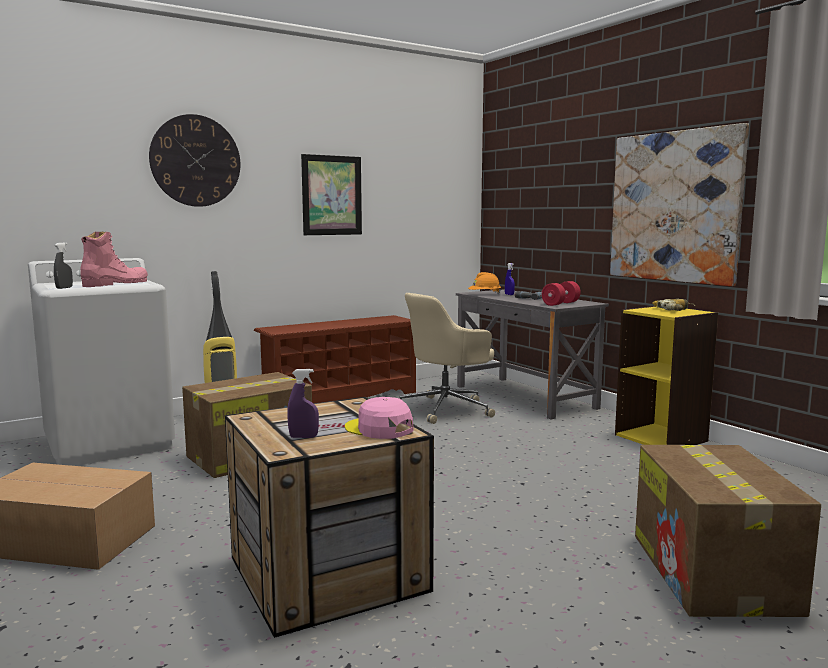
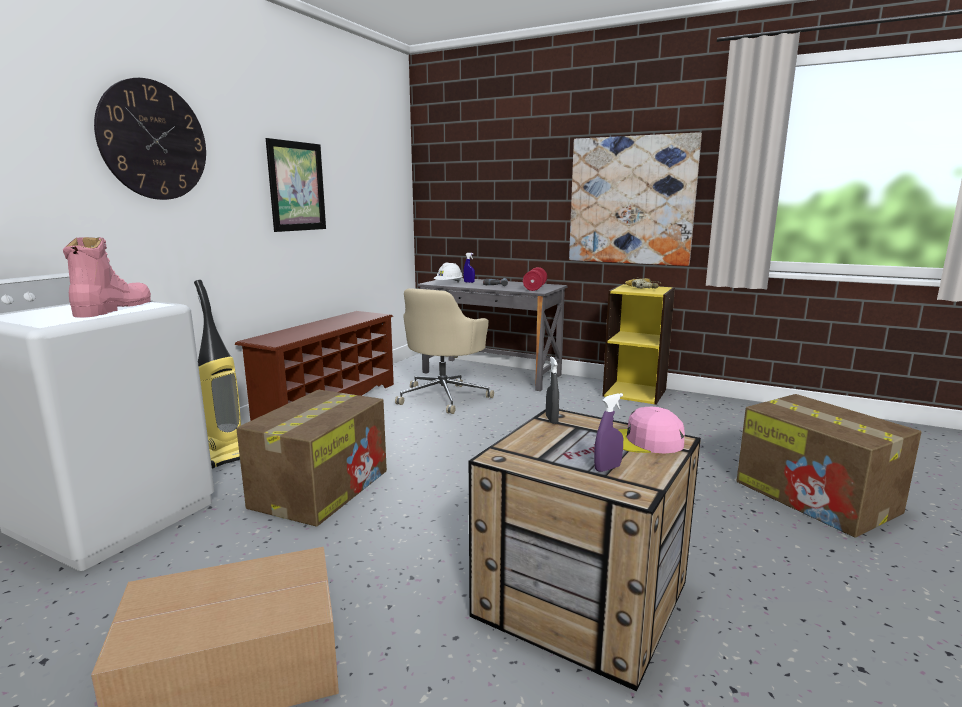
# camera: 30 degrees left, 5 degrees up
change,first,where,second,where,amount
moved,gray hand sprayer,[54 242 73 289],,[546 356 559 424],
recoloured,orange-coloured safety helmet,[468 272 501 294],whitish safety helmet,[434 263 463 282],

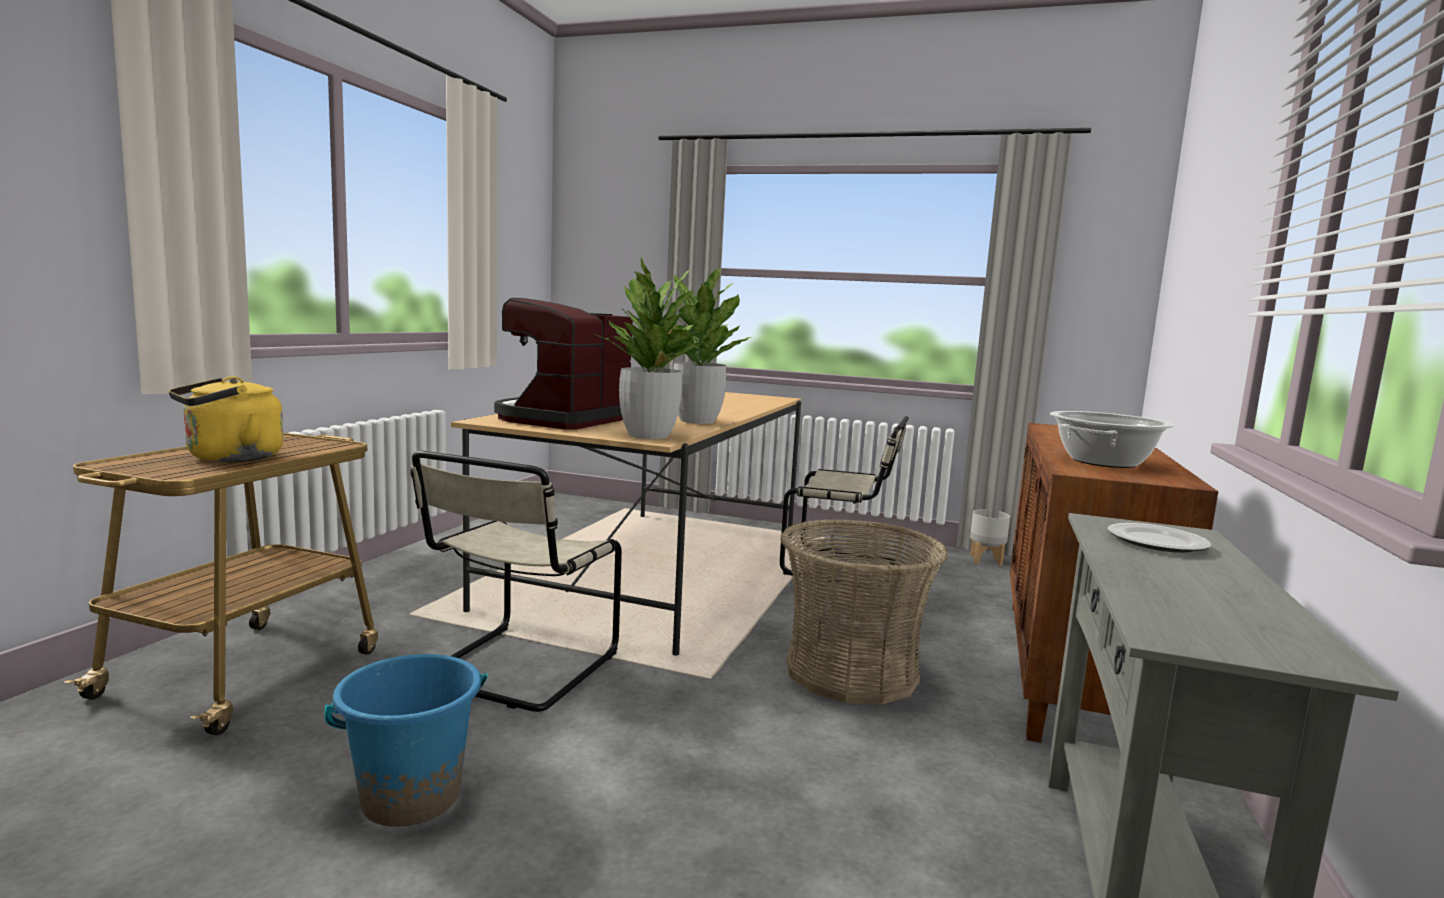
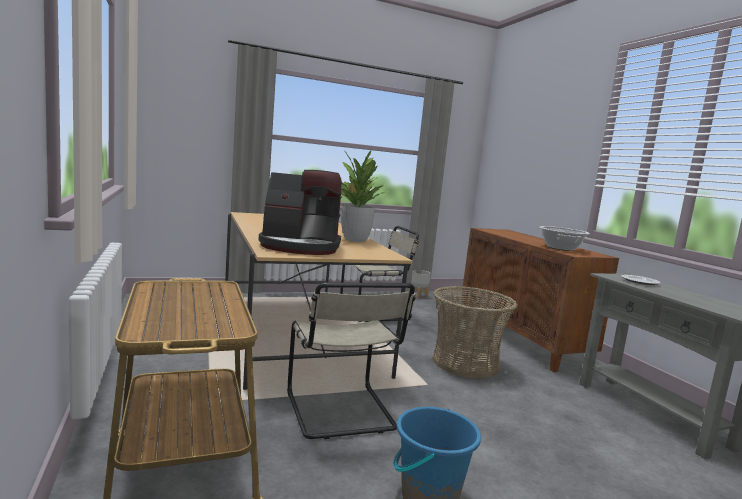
# camera: 40 degrees left, 0 degrees up
change,first,where,second,where,amount
removed,yellow tea kettle,[169 376 283 462],,,
turned,coffee brewer,[494 298 633 430],,[259 170 342 255],75 degrees counterclockwise
removed,plant in a pot,[594 257 710 439],,,

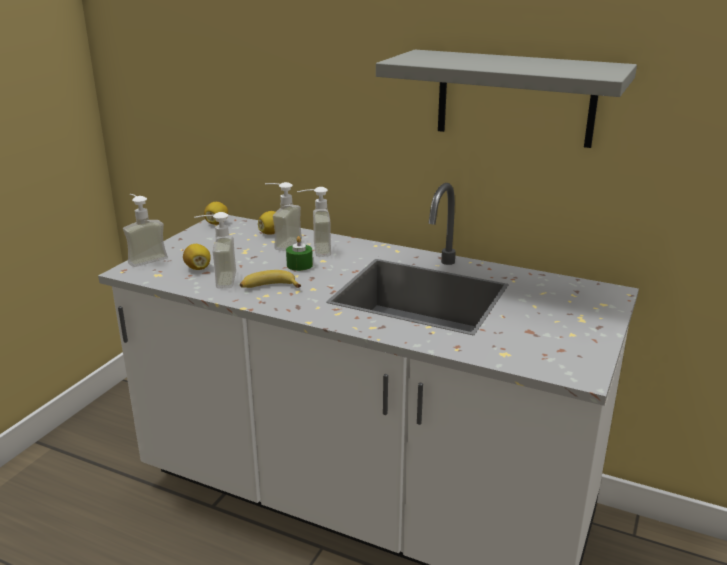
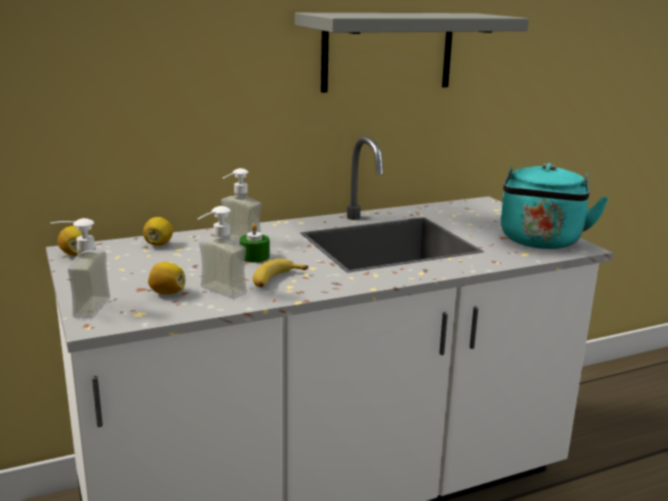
# camera: 50 degrees left, 5 degrees down
change,first,where,second,where,amount
removed,soap dispenser,[265 182 302 251],,,
added,,,turquoise-coloured tea kettle,[501 163 609 249],

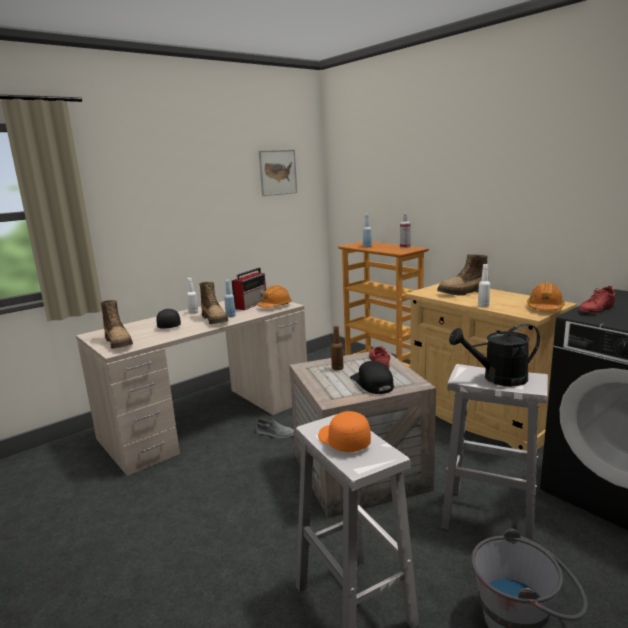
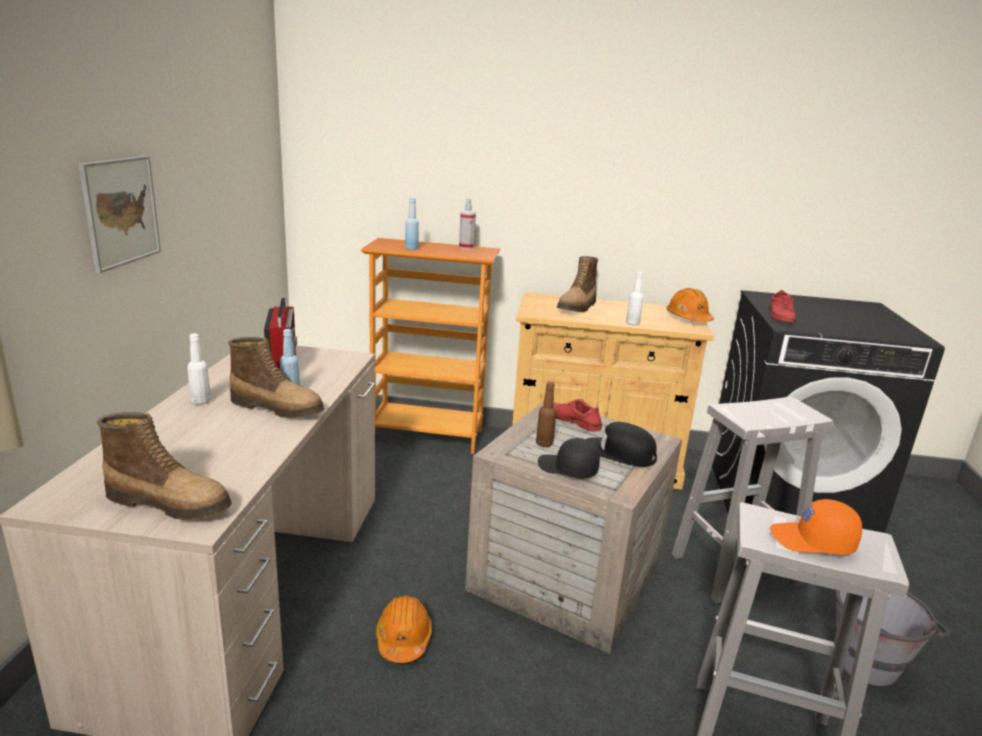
# camera: 45 degrees left, 5 degrees up
change,first,where,second,where,amount
moved,black-coloured baseball cap,[156 309 181 329],,[538 438 600 478],
removed,gray low shoe,[256 419 294 438],,,
moved,orange-coloured safety helmet,[258 285 292 308],,[376 595 432 663],
moved,wall art,[259 150 297 196],,[79 156 161 273],
removed,black-coloured watering can,[449 324 540 386],,,

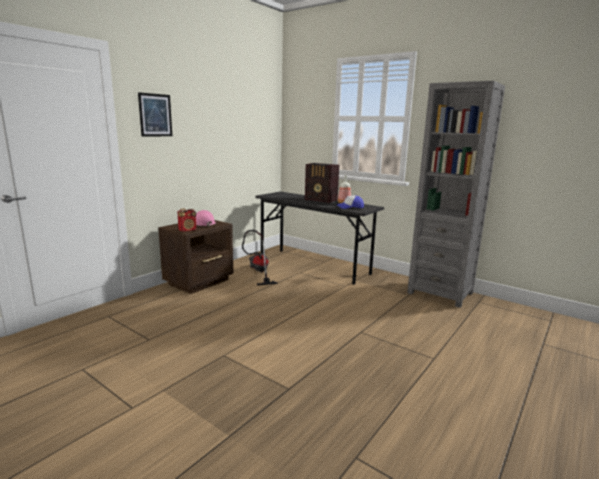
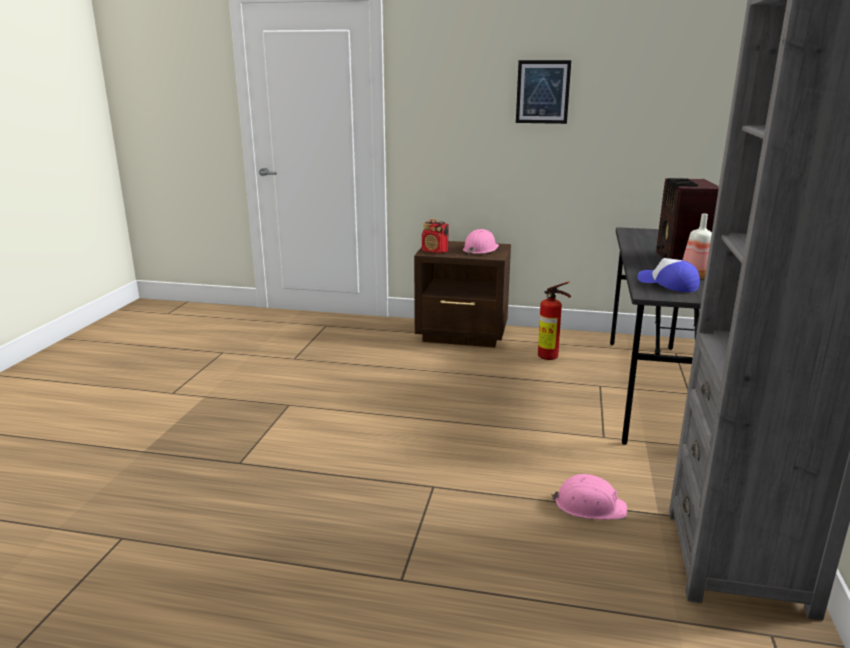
# camera: 65 degrees right, 5 degrees up
change,first,where,second,where,amount
moved,wall art,[138 92 172 136],,[516 60 571 124],
replaced,vacuum,[242 230 278 285],fire-fighting cylinder,[538 281 571 360],
added,,,pink safety helmet,[551 474 627 519],

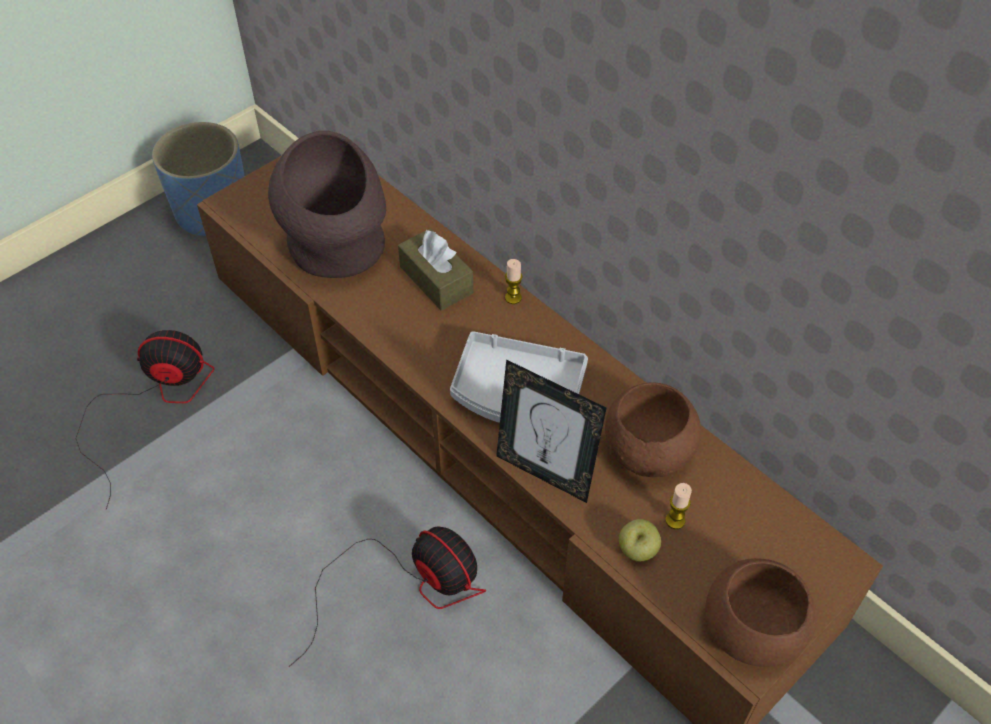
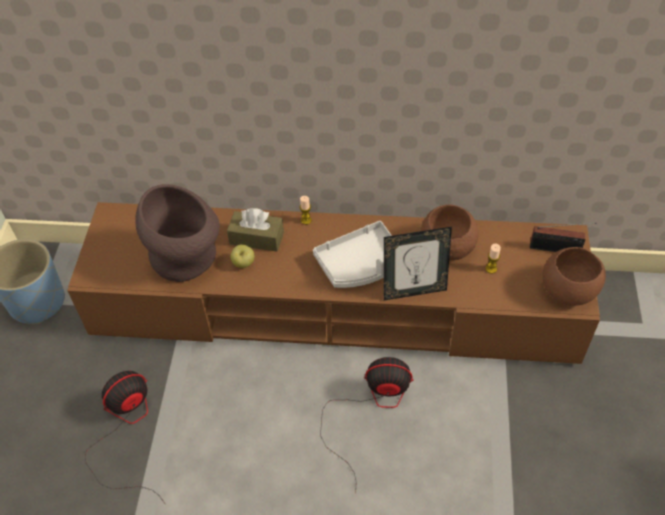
# camera: 40 degrees left, 0 degrees up
change,first,where,second,where,amount
moved,whole apple,[619 519 661 561],,[231 244 254 268],
added,,,radio receiver,[530 223 596 252],

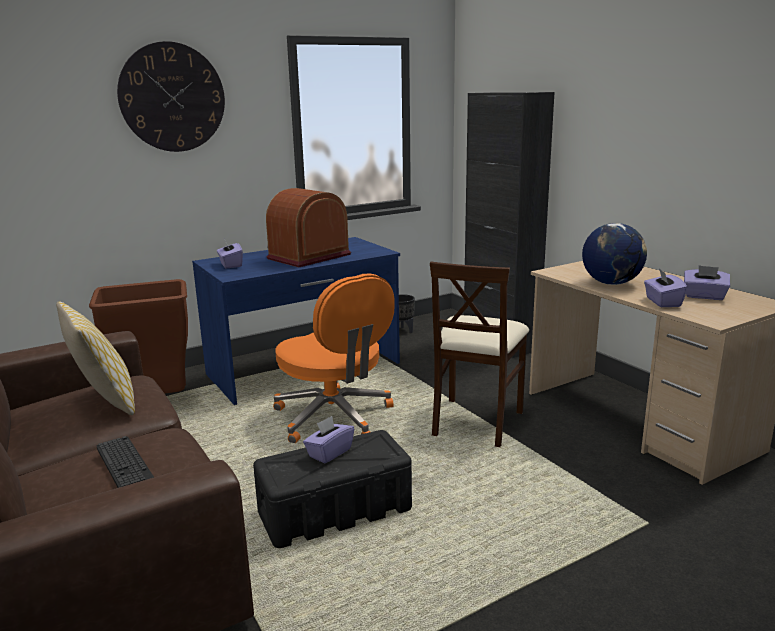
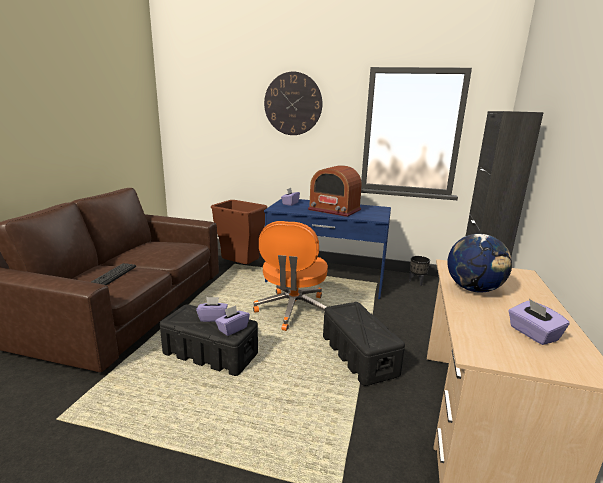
# camera: 45 degrees right, 0 degrees up
change,first,where,second,where,amount
removed,throw pillow,[56 301 135 415],,,
turned,radio receiver,[266 188 351 268],,[308 165 362 217],150 degrees counterclockwise
replaced,beige-coloured plain chair,[430 262 529 447],black-coloured storage container,[323 302 405 386],
moved,purple-coloured box of tissues,[644 269 688 307],,[215 306 250 336],

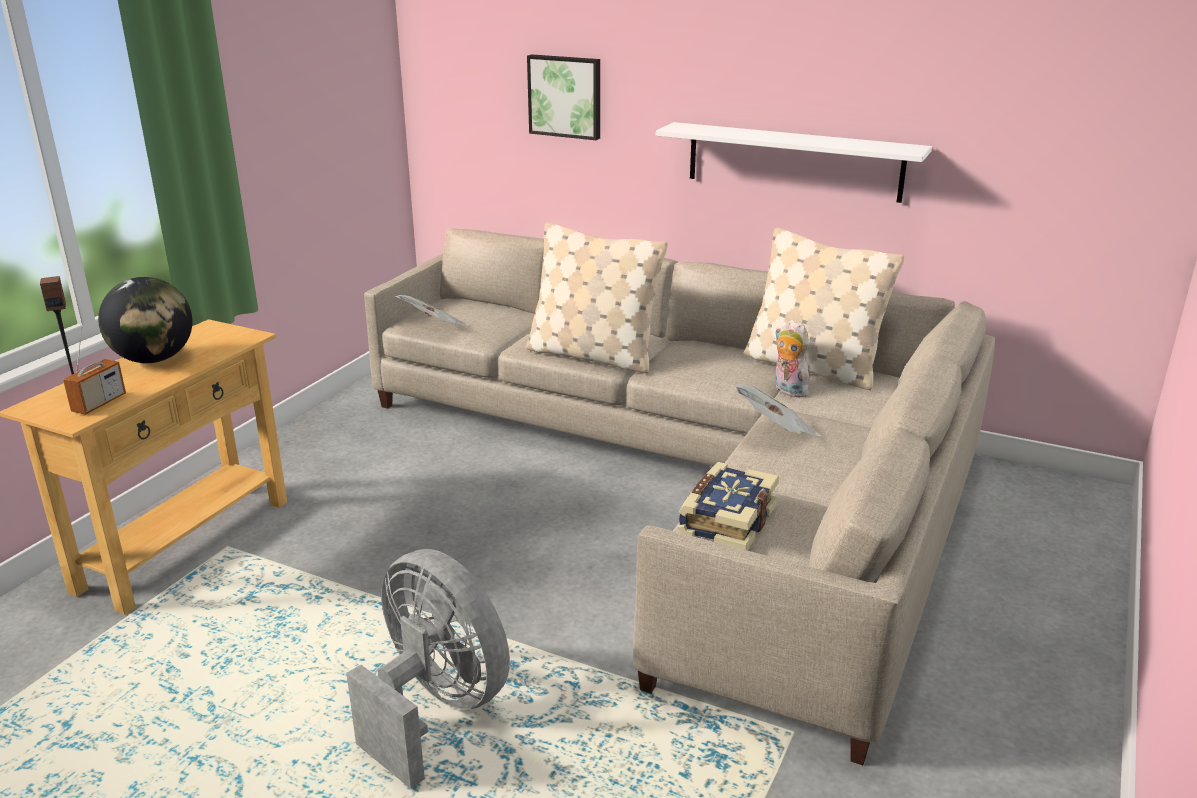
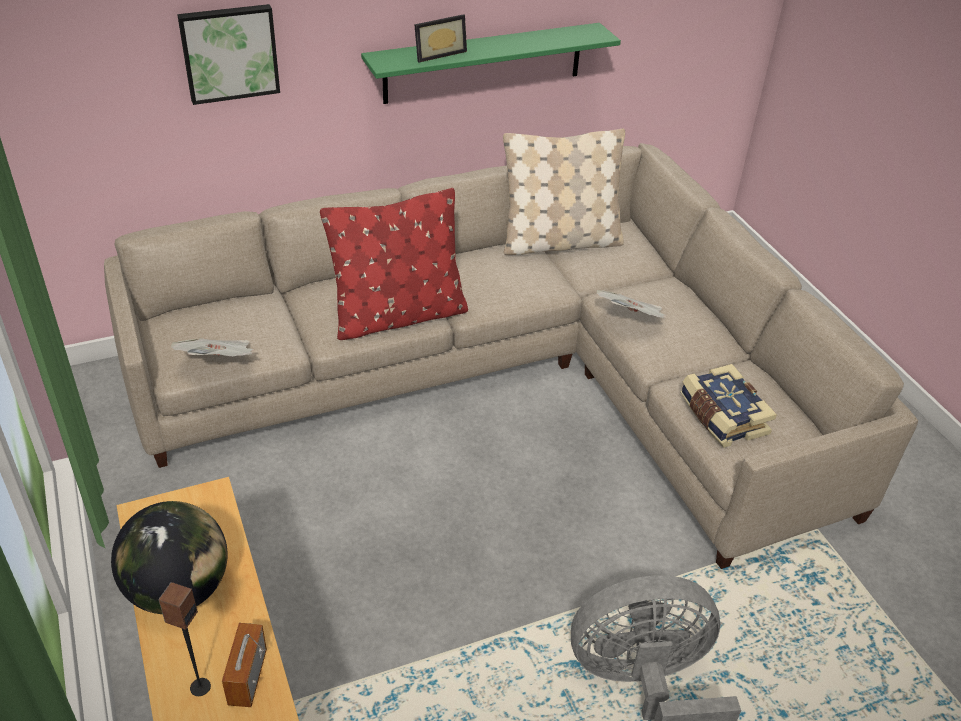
# camera: 50 degrees left, 15 degrees up
change,first,where,second,where,amount
turned,radio receiver,[63 327 126 415],,[222 623 267 707],150 degrees counterclockwise
recoloured,beige-coloured throw pillow,[526 222 668 373],red throw pillow,[320 188 468 340],
recoloured,whitish shelf,[656 122 932 203],green shelf,[361 23 621 104],
removed,soft toy,[775 320 809 398],,,
added,,,picture frame,[414 14 467 62],

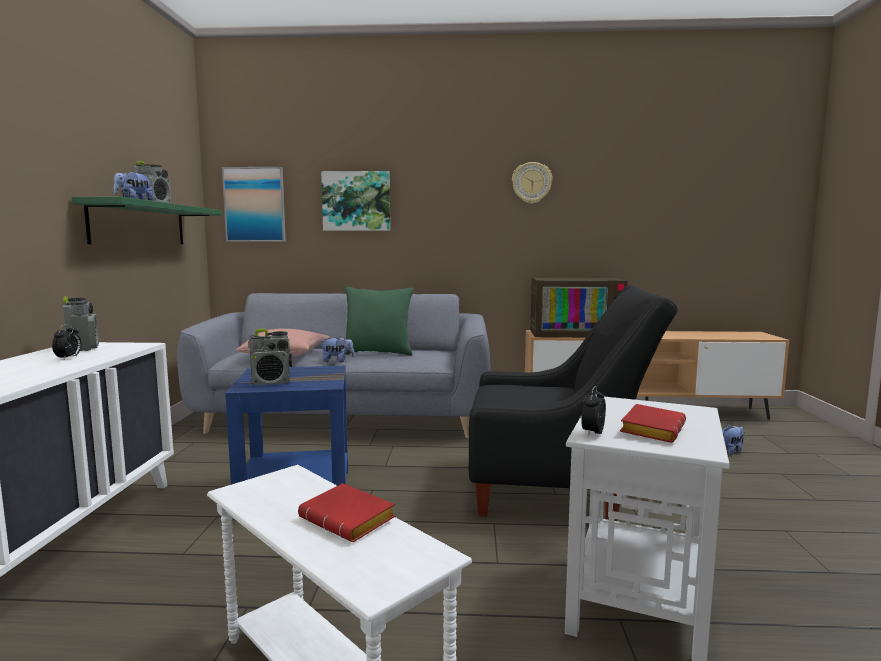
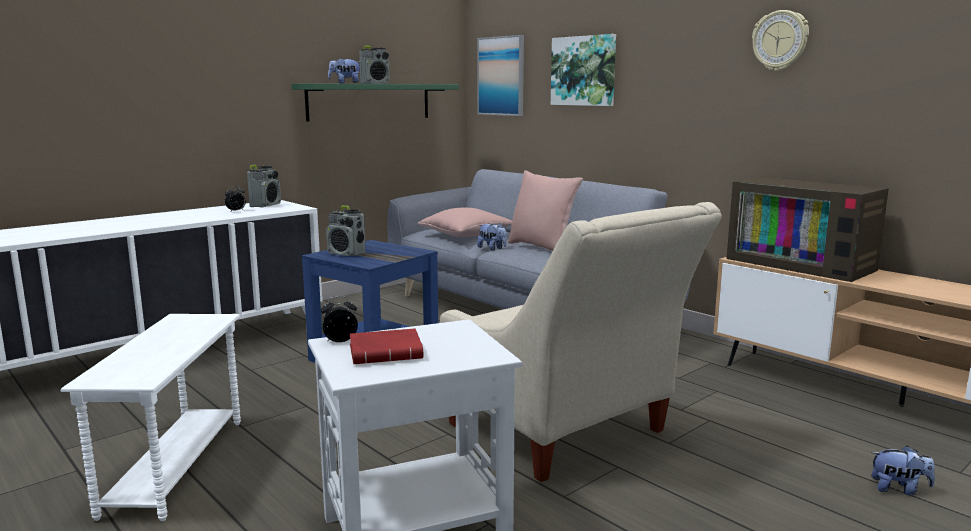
# camera: 45 degrees right, 5 degrees up
change,first,where,second,where,amount
removed,red volume,[298 483 395 542],,,
recoloured,green throw pillow,[345 287 414 355],pink throw pillow,[508 170 583 251],
recoloured,black-coloured easy chair,[469 285 678 521],beige-coloured easy chair,[440 202 722 482],

